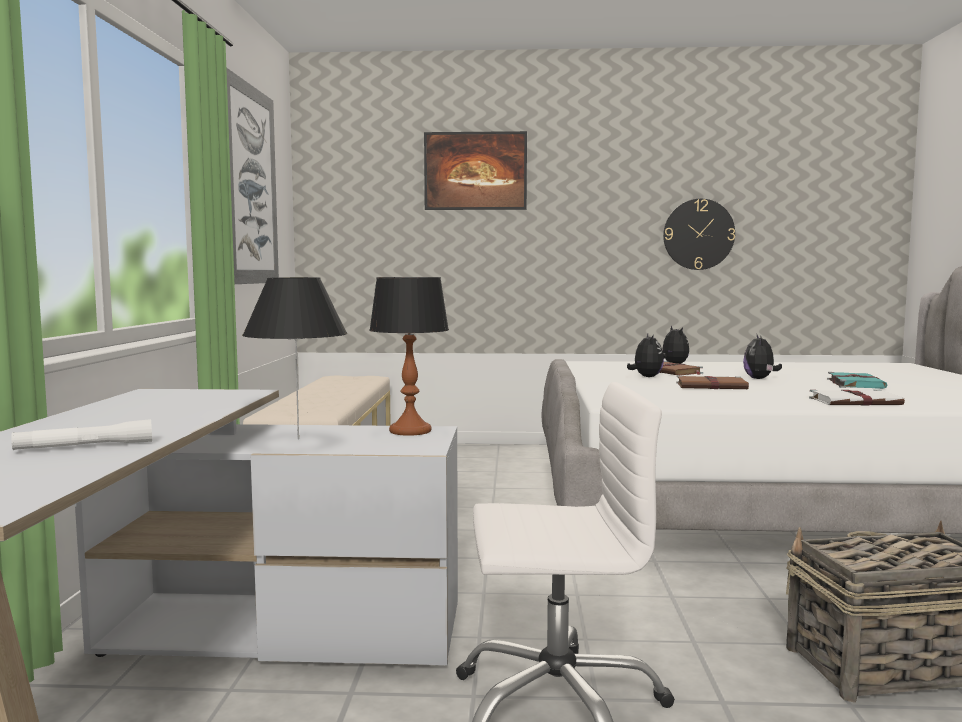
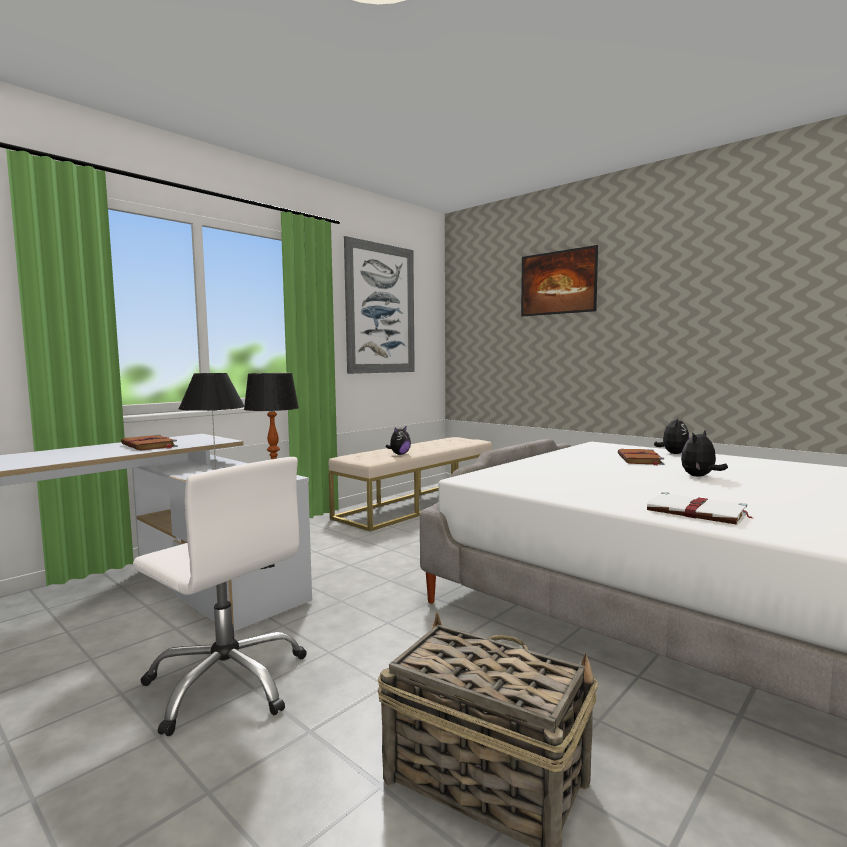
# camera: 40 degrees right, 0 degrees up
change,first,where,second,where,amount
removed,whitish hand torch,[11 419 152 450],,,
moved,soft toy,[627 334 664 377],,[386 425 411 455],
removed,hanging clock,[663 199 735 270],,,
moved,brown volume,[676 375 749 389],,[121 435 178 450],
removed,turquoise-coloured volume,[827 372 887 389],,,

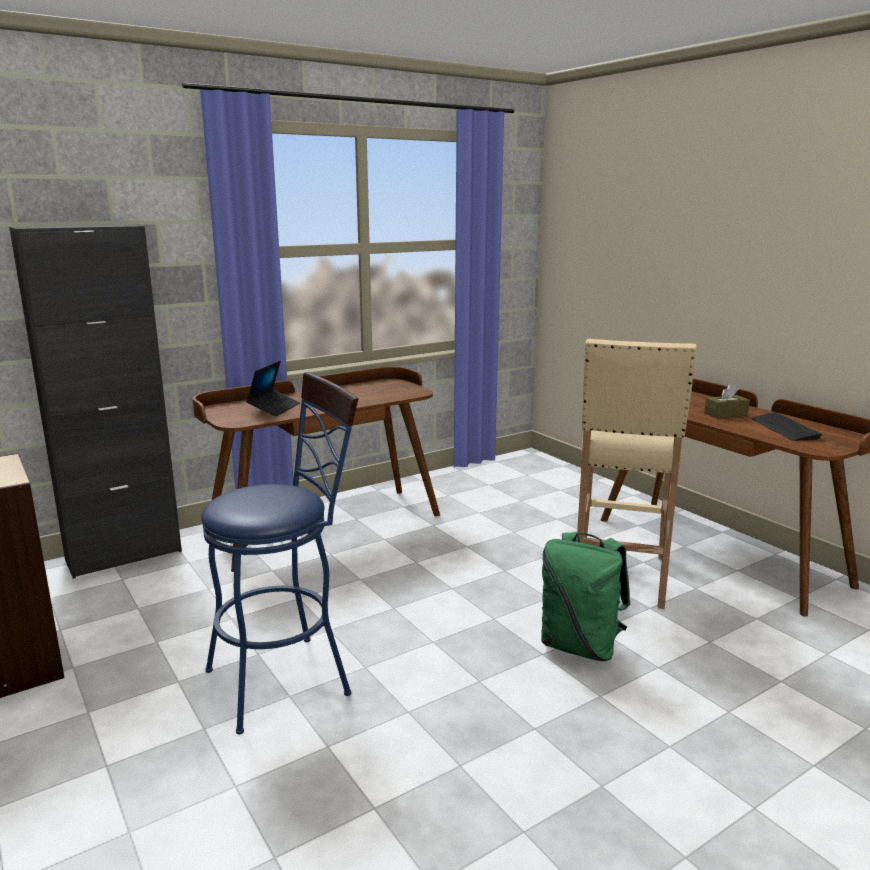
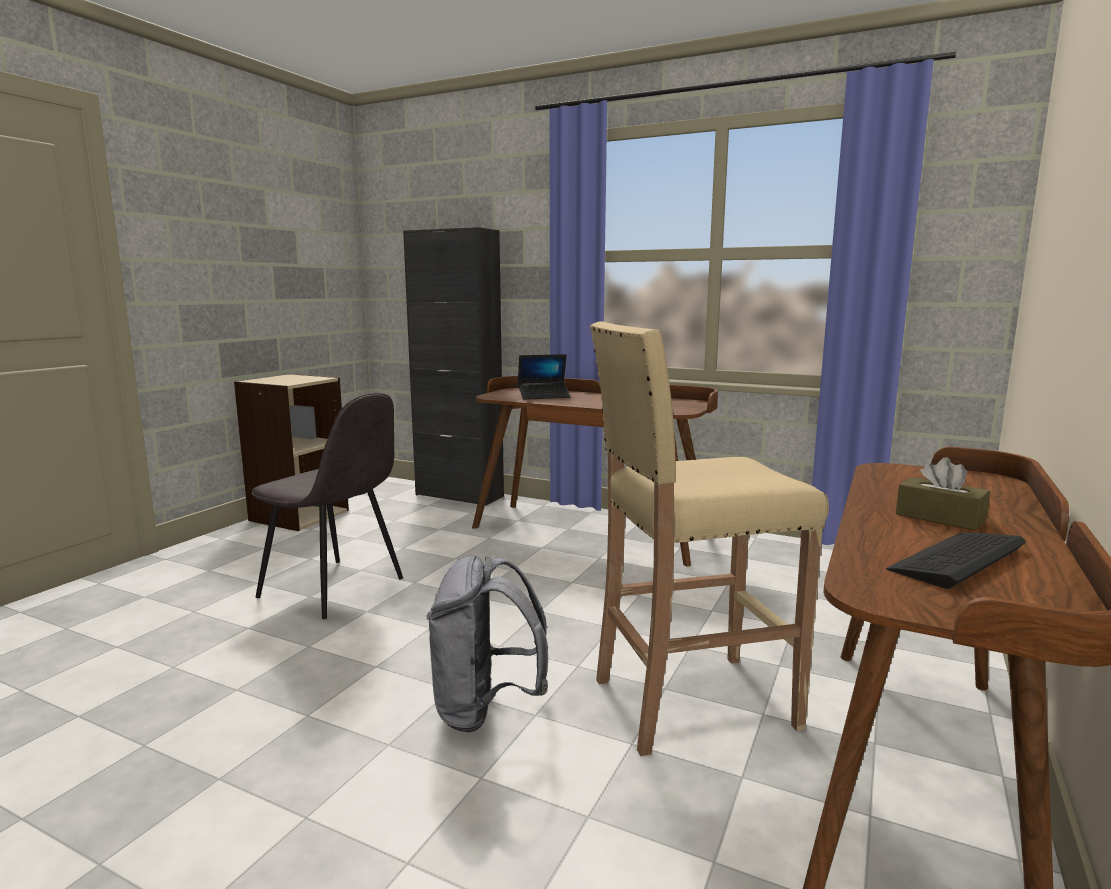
# camera: 60 degrees right, 5 degrees down
change,first,where,second,where,amount
replaced,blue-coloured stool,[201 372 358 734],gray plain chair,[252 393 403 619],
recoloured,green backpack,[541 531 630 661],gray backpack,[427 555 548 733],

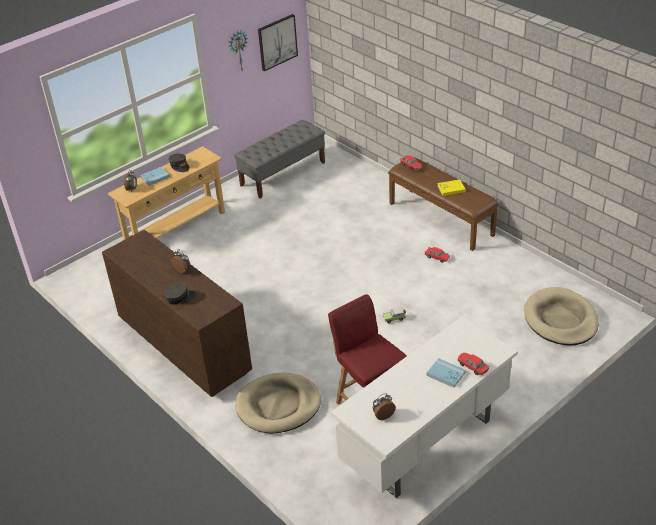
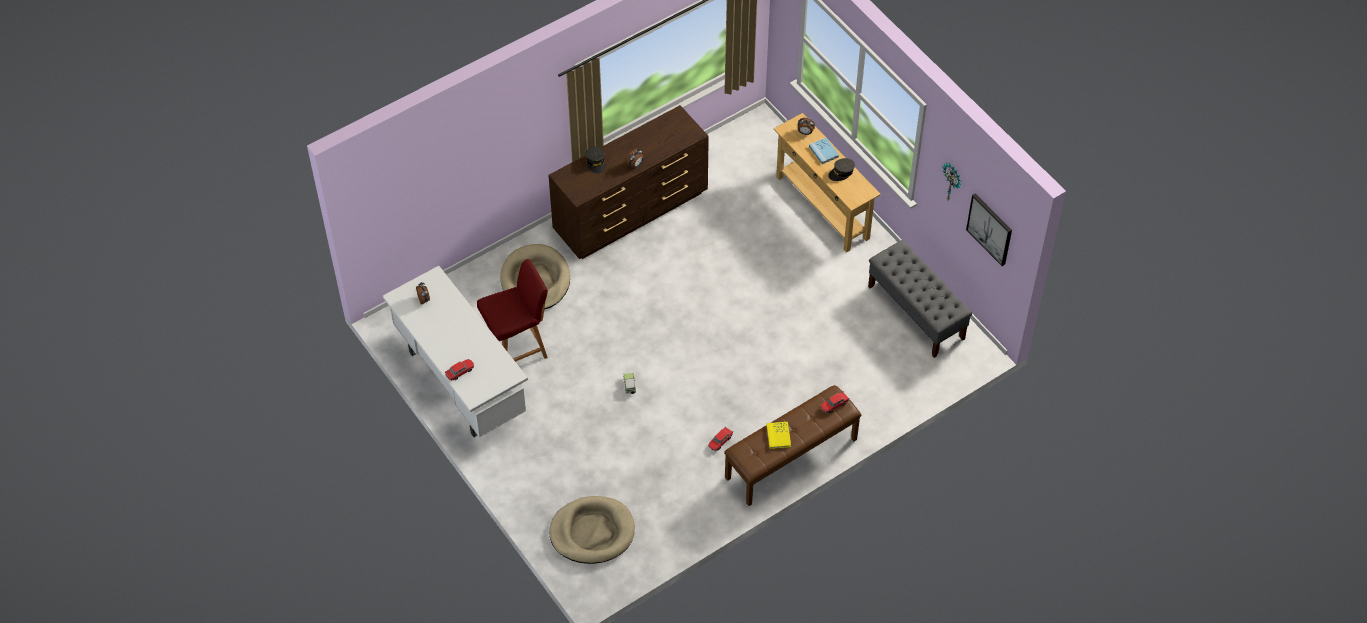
# camera: 95 degrees right, 15 degrees up
change,first,where,second,where,amount
removed,blue-coloured volume,[426 358 466 388],,,

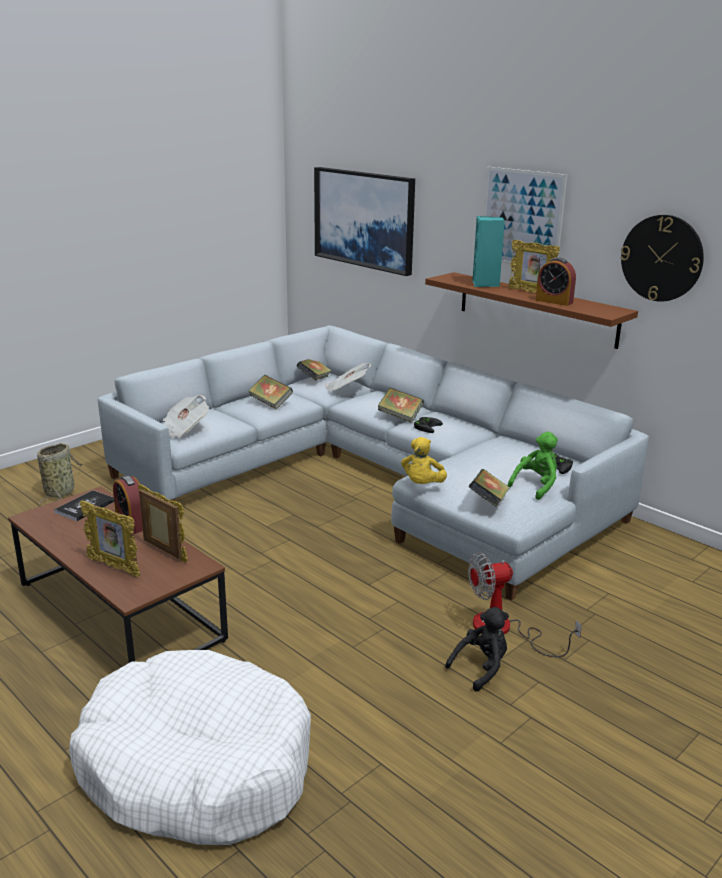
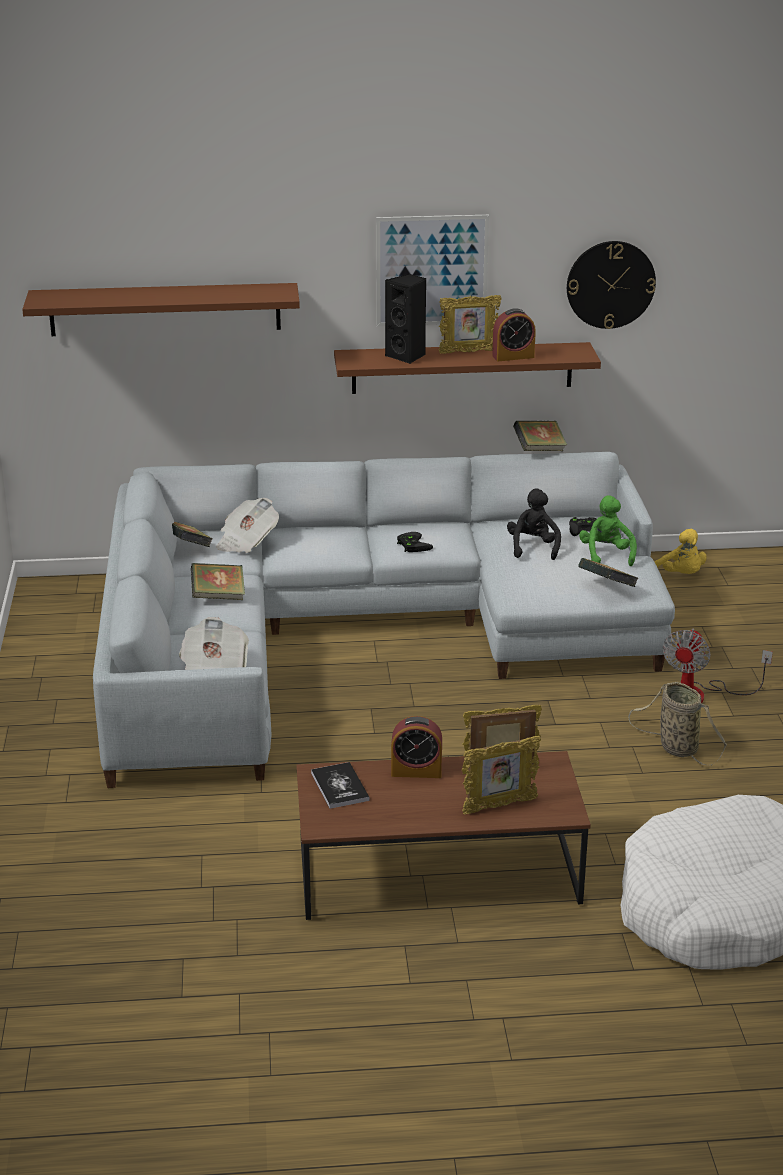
# camera: 50 degrees left, 5 degrees up
change,first,where,second,where,amount
moved,basket,[37 443 83 504],,[628 682 727 765],
replaced,wall art,[314 167 415 276],brown shelf,[22 283 300 336],
moved,volume,[378 388 424 423],,[513 421 567 451],
moved,yellow soft toy,[401 437 447 484],,[654 529 707 574],
moved,black-coloured soft toy,[445 607 509 691],,[507 488 561 560],
recoloured,turquoise-coloured audio speaker,[473 216 505 287],black-coloured audio speaker,[385 274 426 364],

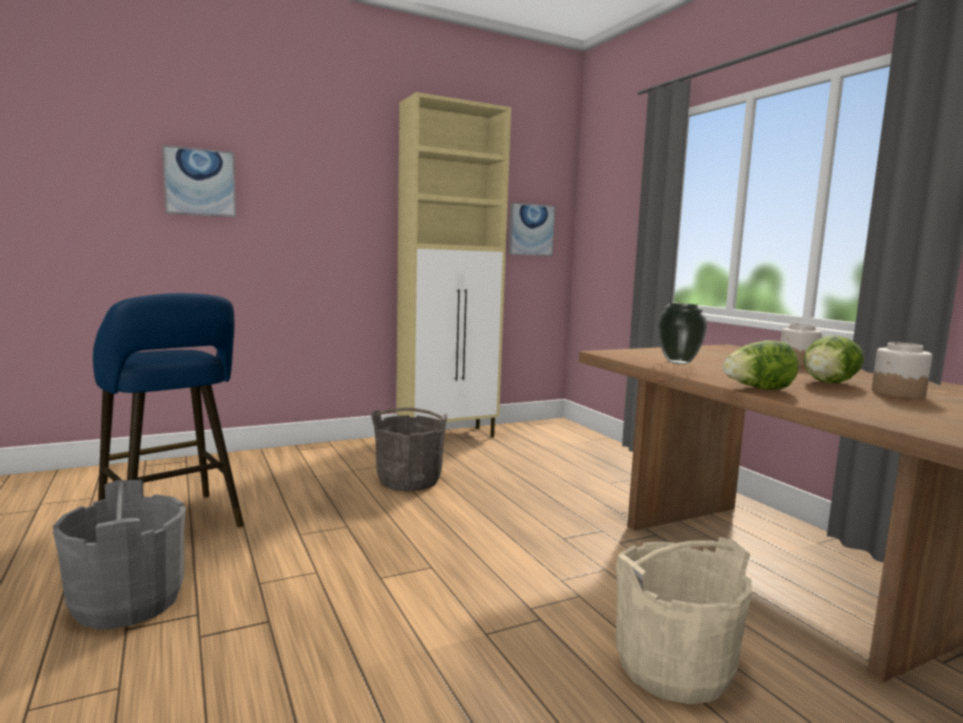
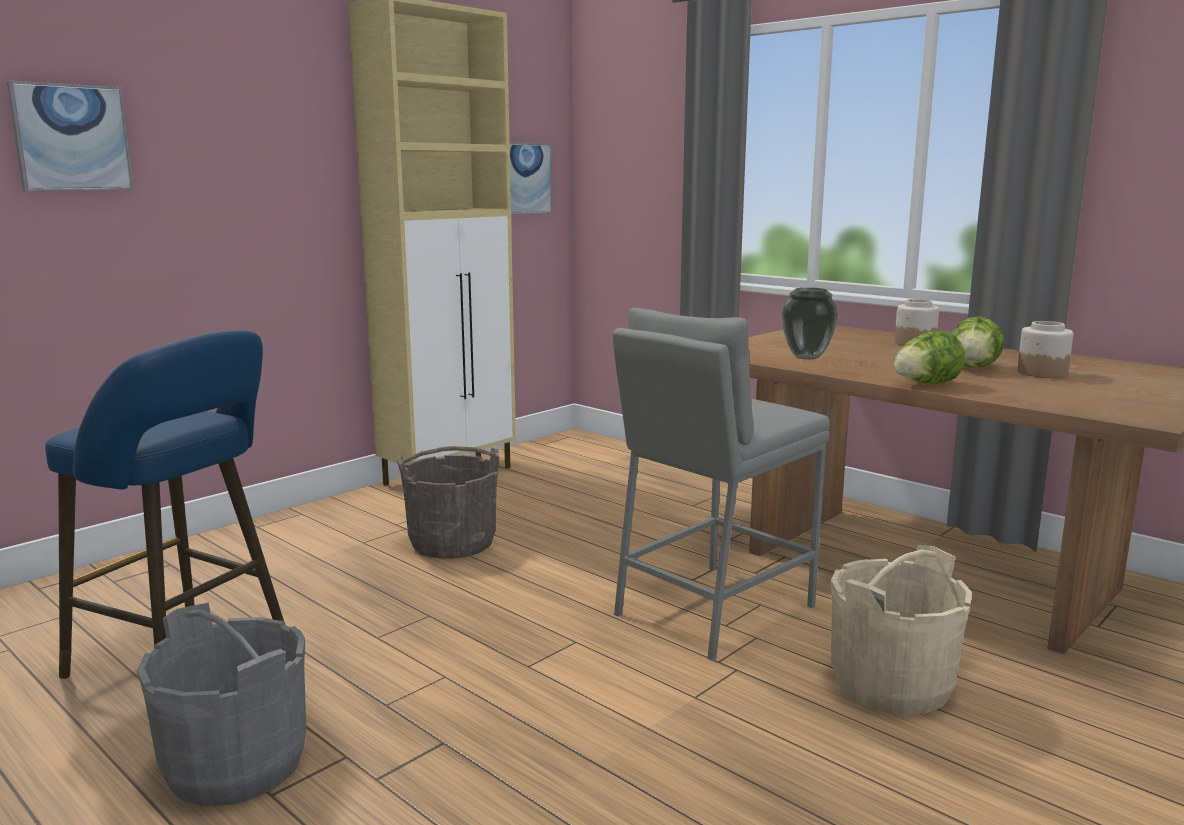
# camera: 20 degrees left, 5 degrees up
change,first,where,second,where,amount
added,,,gray stool,[612 308 830 661],

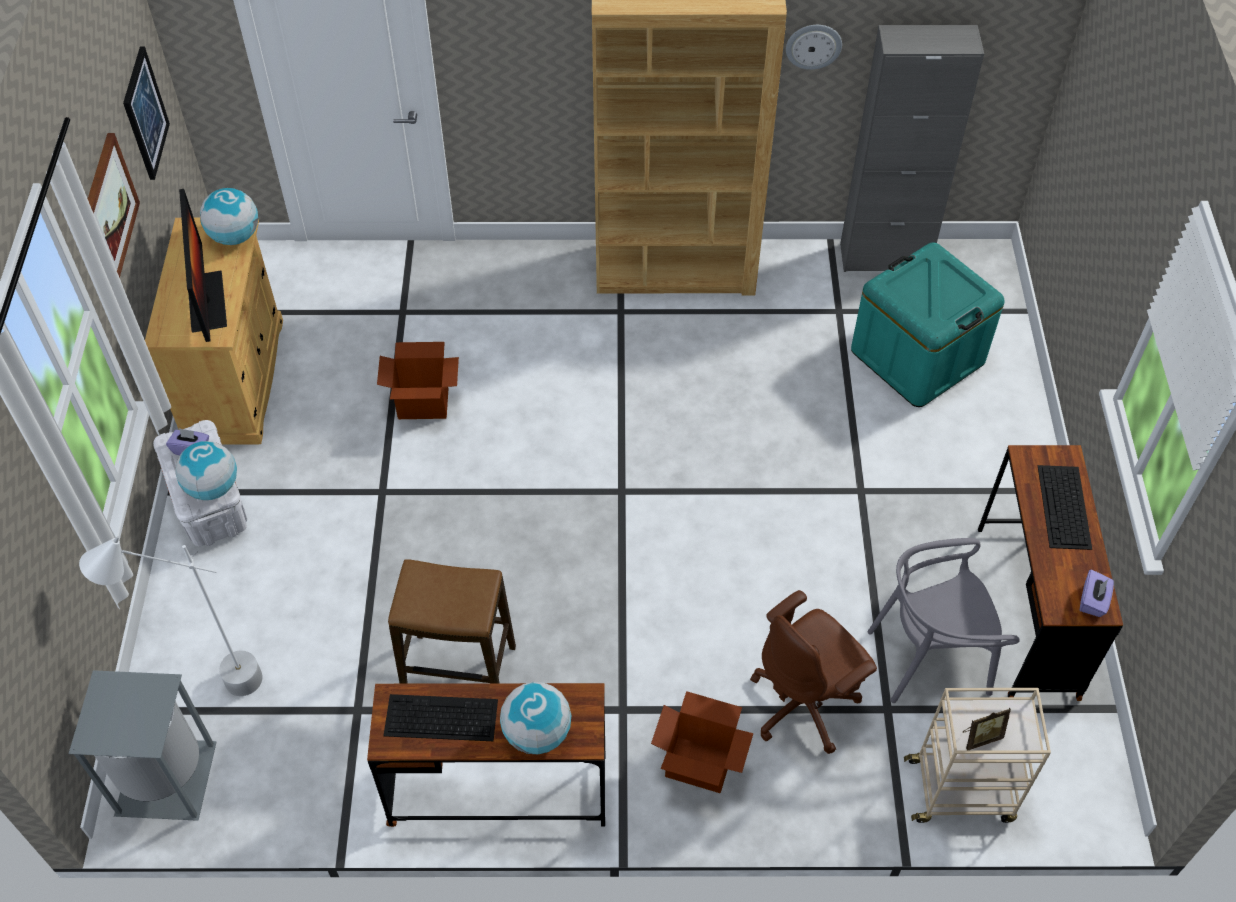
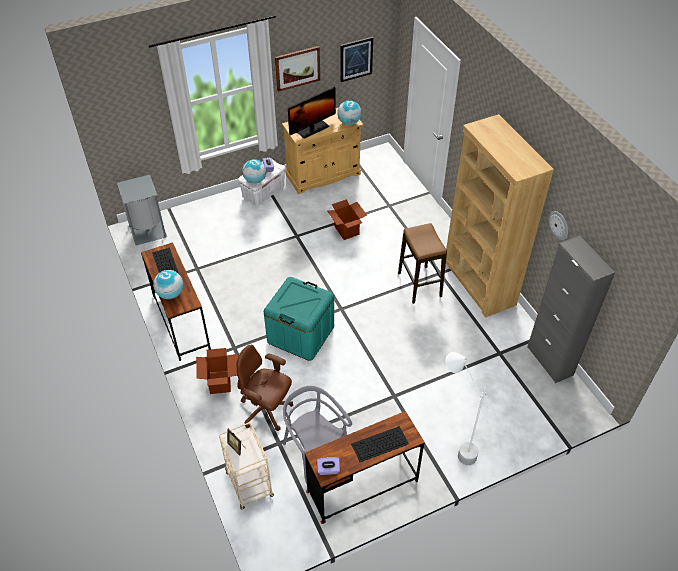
# camera: 65 degrees right, 5 degrees down
change,first,where,second,where,amount
moved,whitish floor lamp,[79 536 263 696],,[445 352 489 465],
moved,stool,[388 559 516 684],,[398 223 447 304],
moved,turquoise-coloured storage container,[851 243 1005 407],,[264 277 334 361],

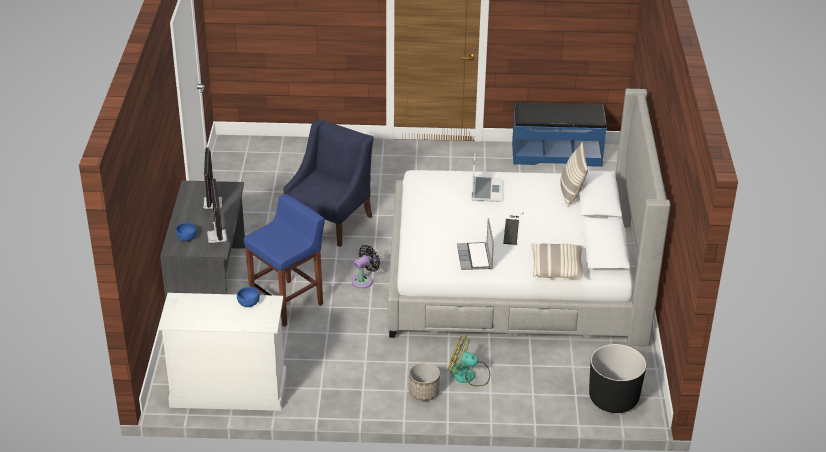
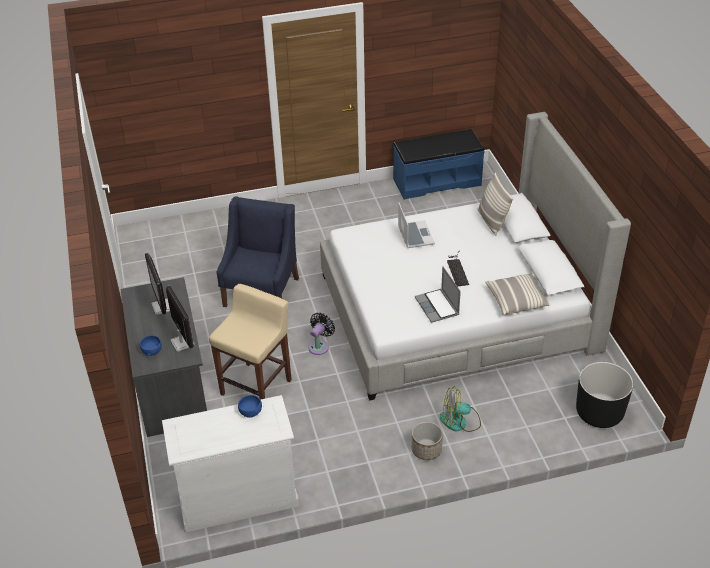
# camera: 15 degrees left, 5 degrees up
change,first,where,second,where,amount
recoloured,blue-coloured stool,[244 194 325 327],beige-coloured stool,[209 284 292 400],

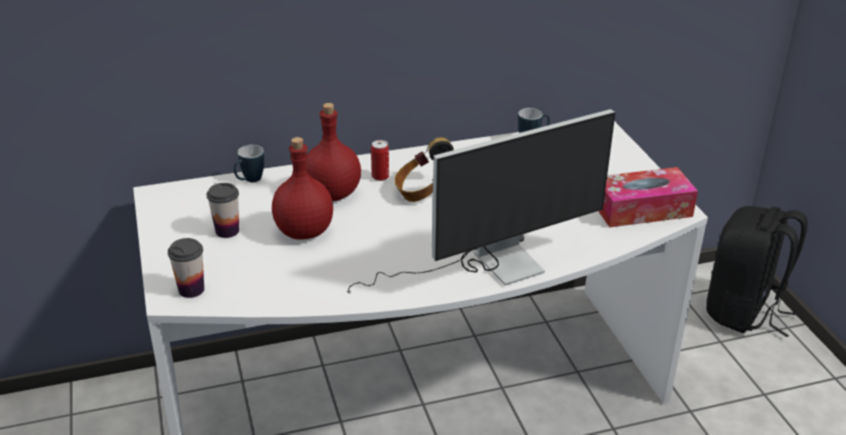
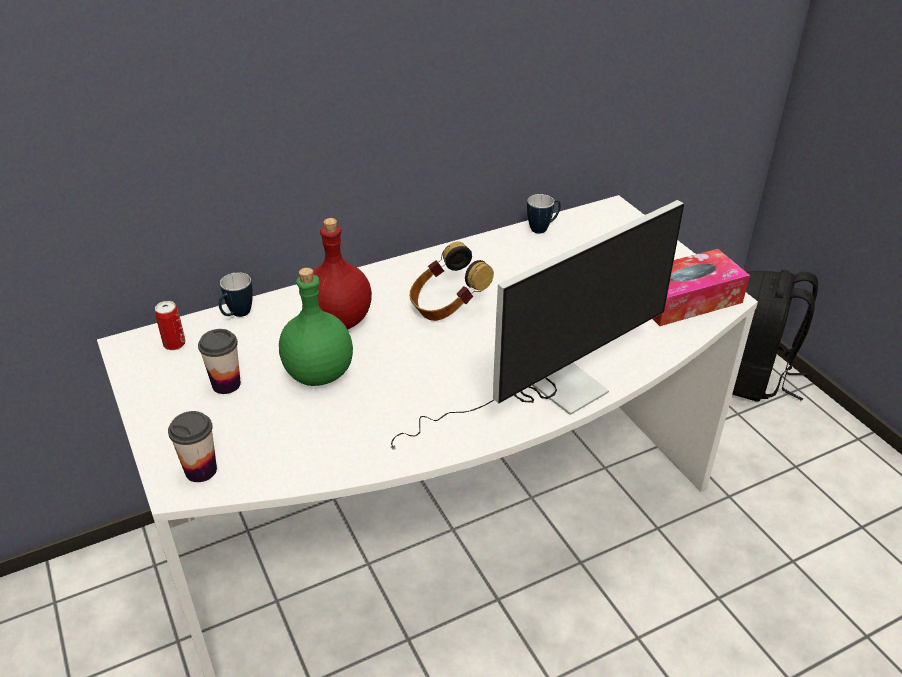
# camera: 10 degrees left, 5 degrees up
change,first,where,second,where,amount
recoloured,red bottle,[272 137 333 240],green bottle,[279 268 353 386],
moved,sealed can,[371 140 389 181],,[155 301 185 350],

